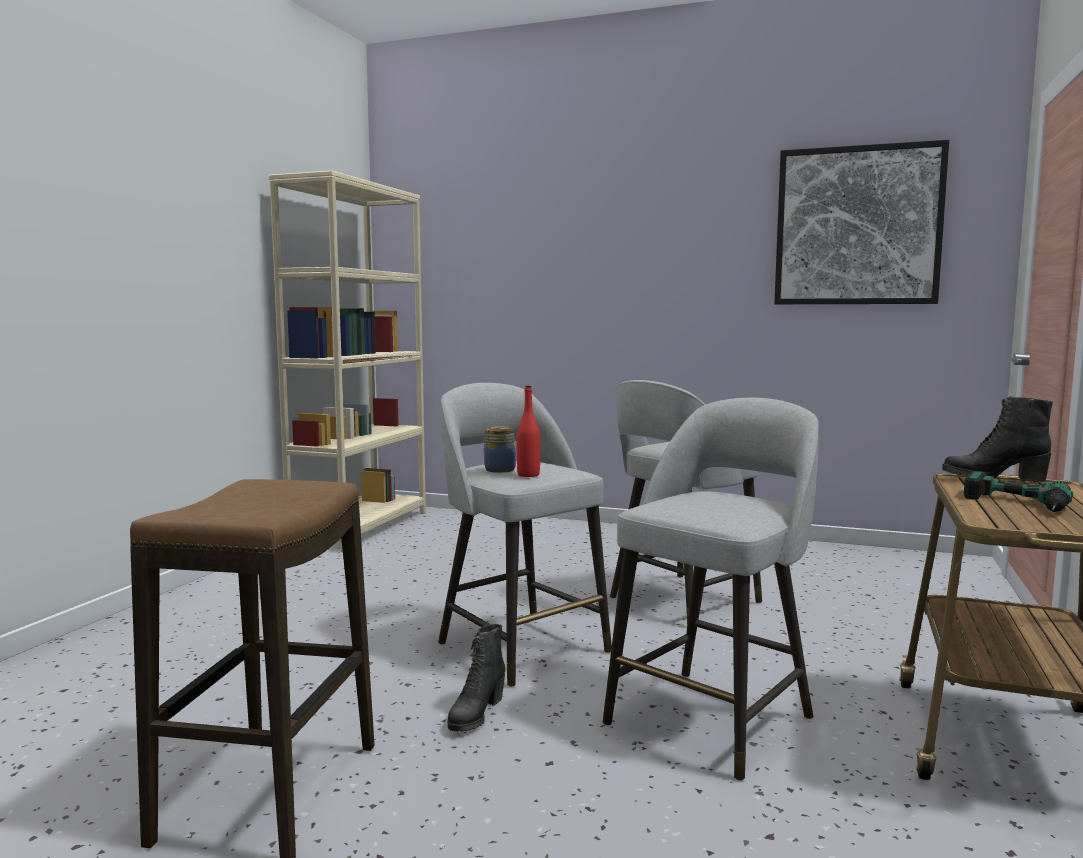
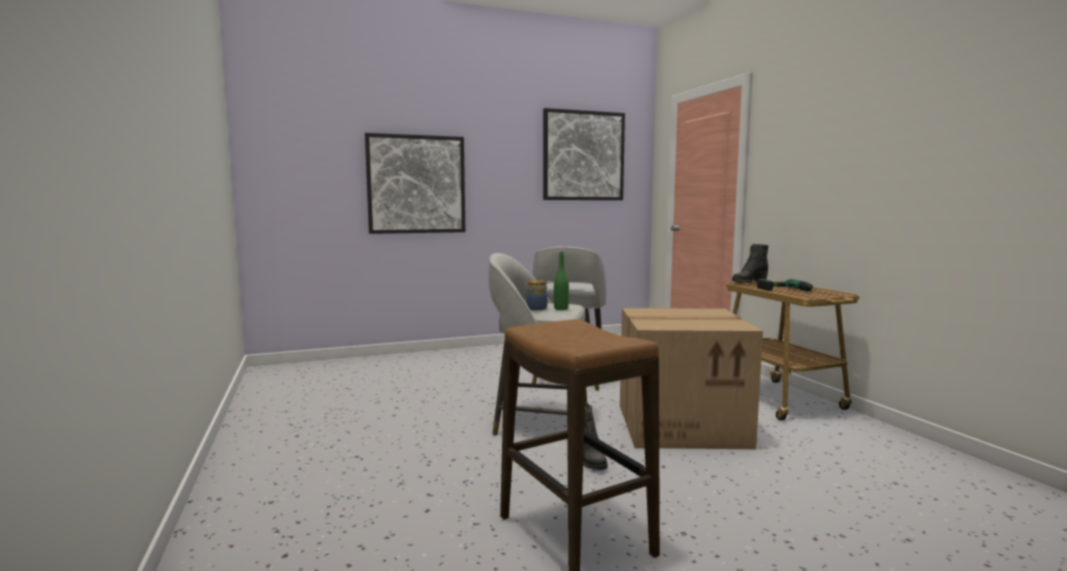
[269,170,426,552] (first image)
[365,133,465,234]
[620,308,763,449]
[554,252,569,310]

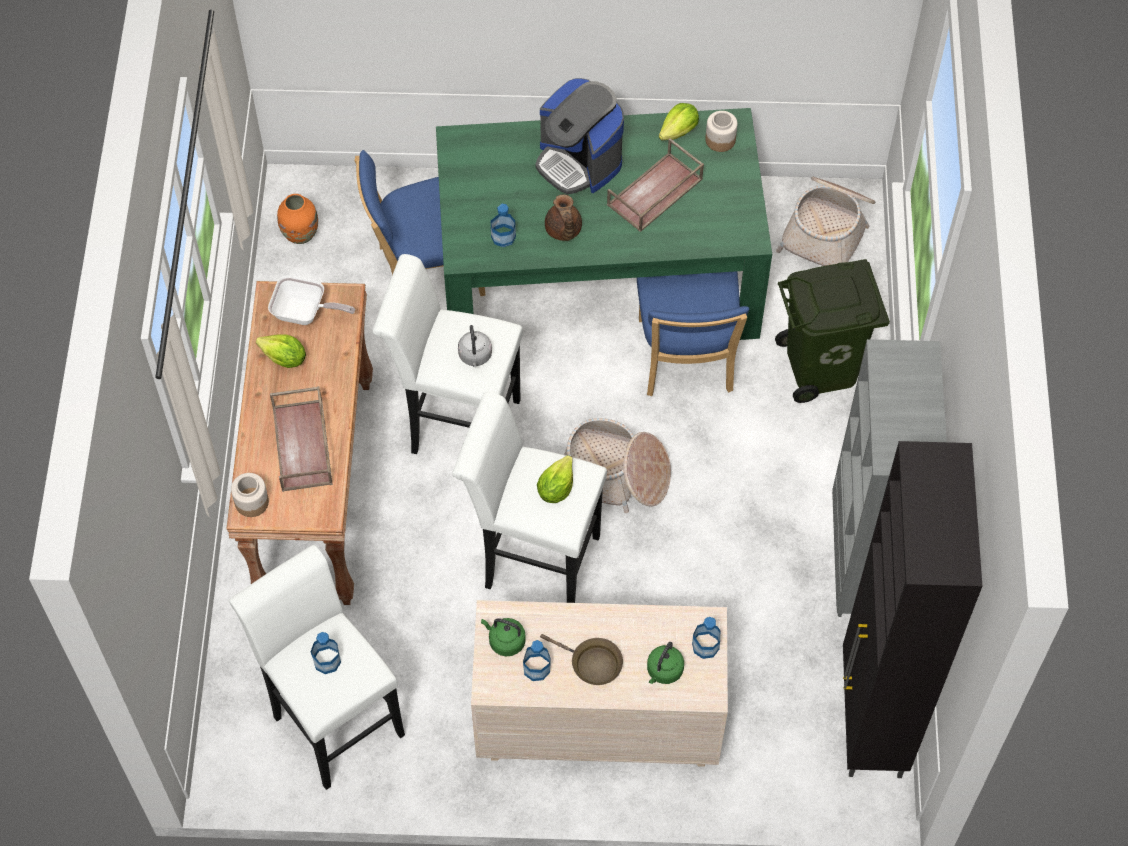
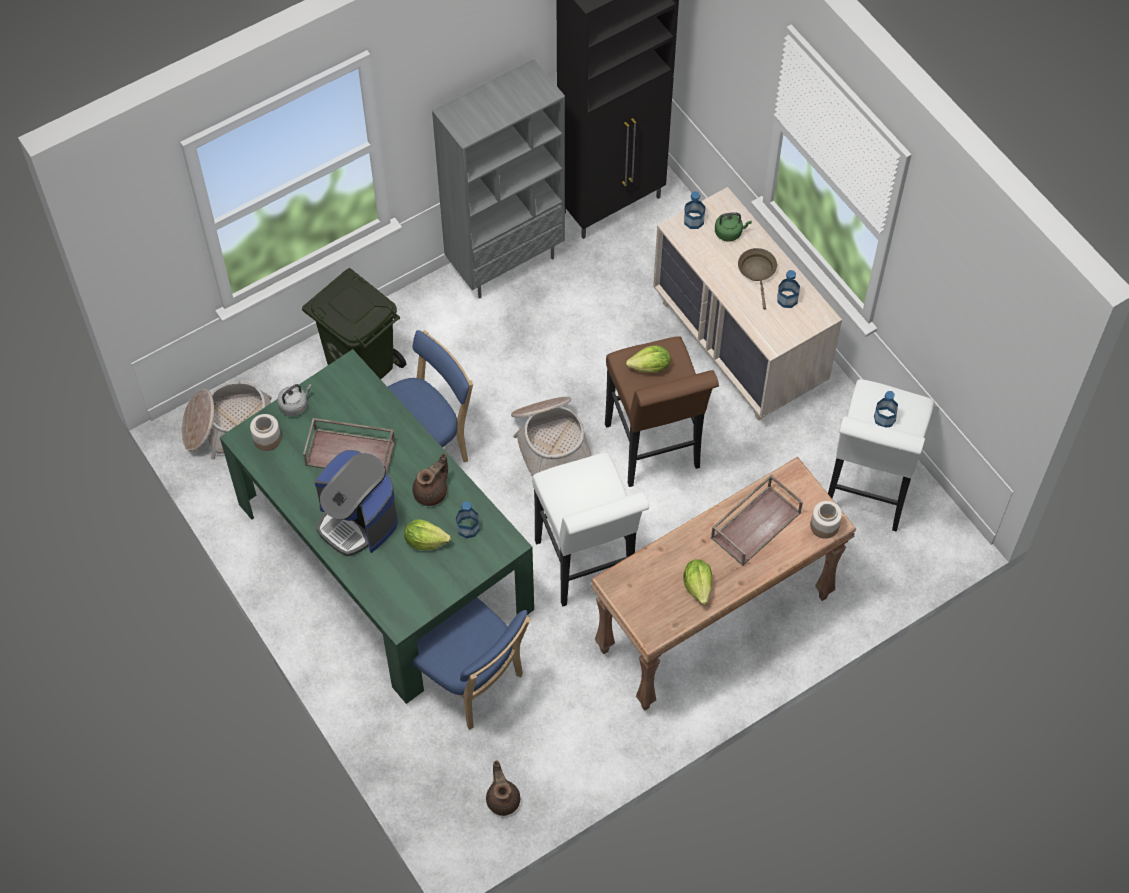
[268,275,355,325] (first image)
[481,618,526,656] (first image)
[277,384,312,416]
[404,519,451,550]
[486,761,520,816]
[605,336,719,487]
[315,450,398,556]

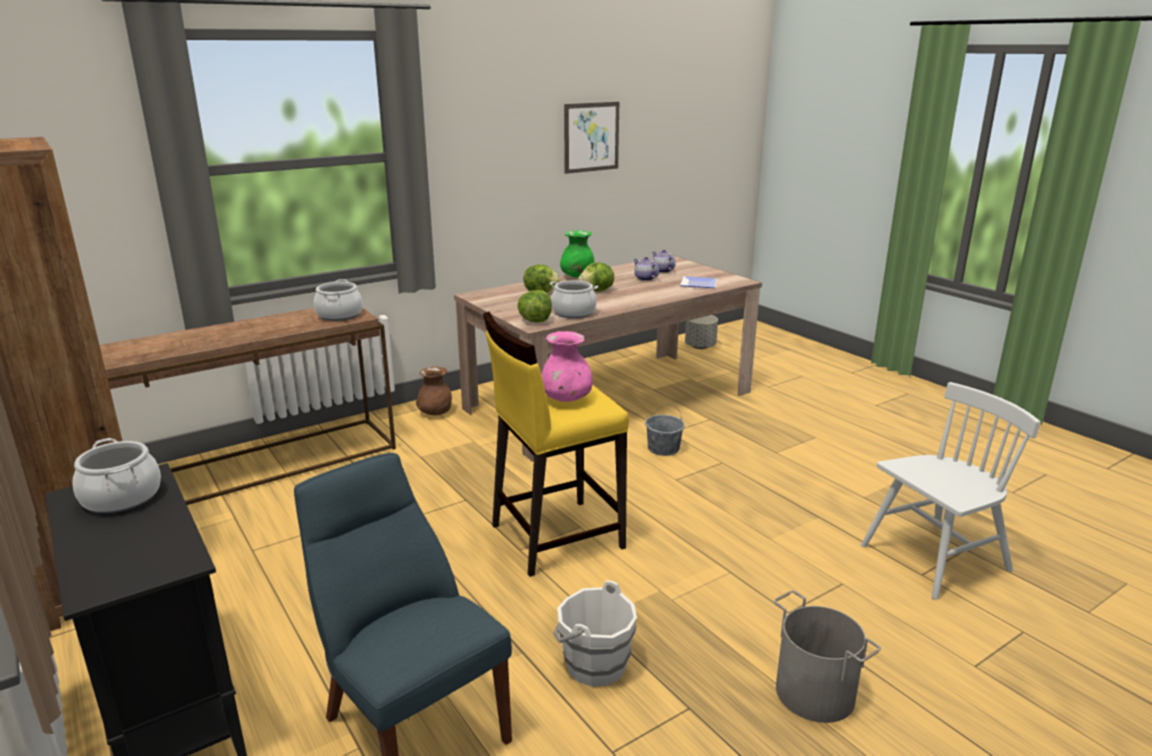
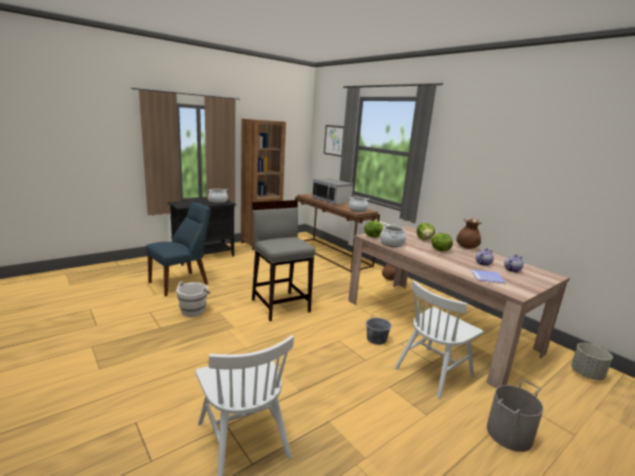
[541,331,593,402] (first image)
[312,178,353,205]
[394,280,483,398]
[324,125,344,157]
[487,380,544,452]
[252,200,315,321]
[456,218,482,249]

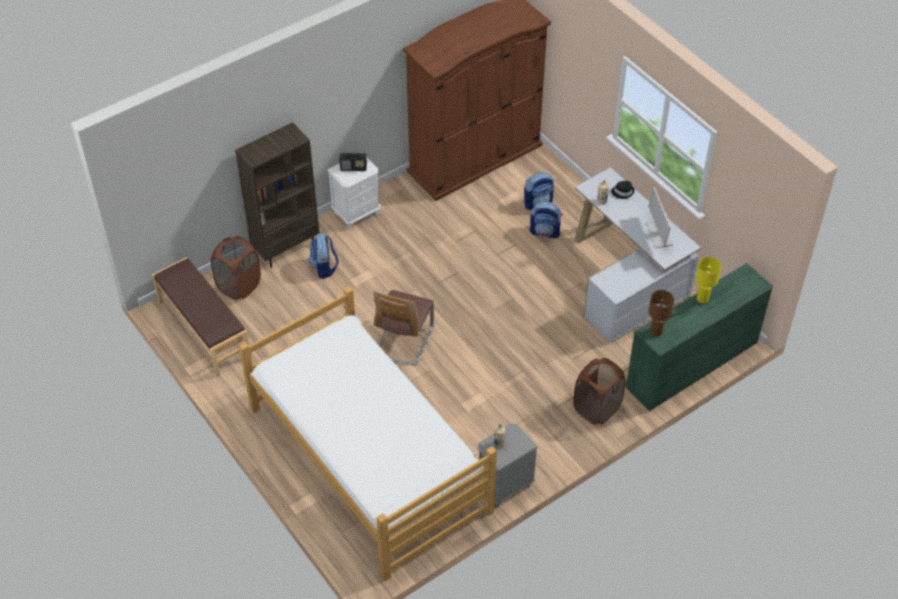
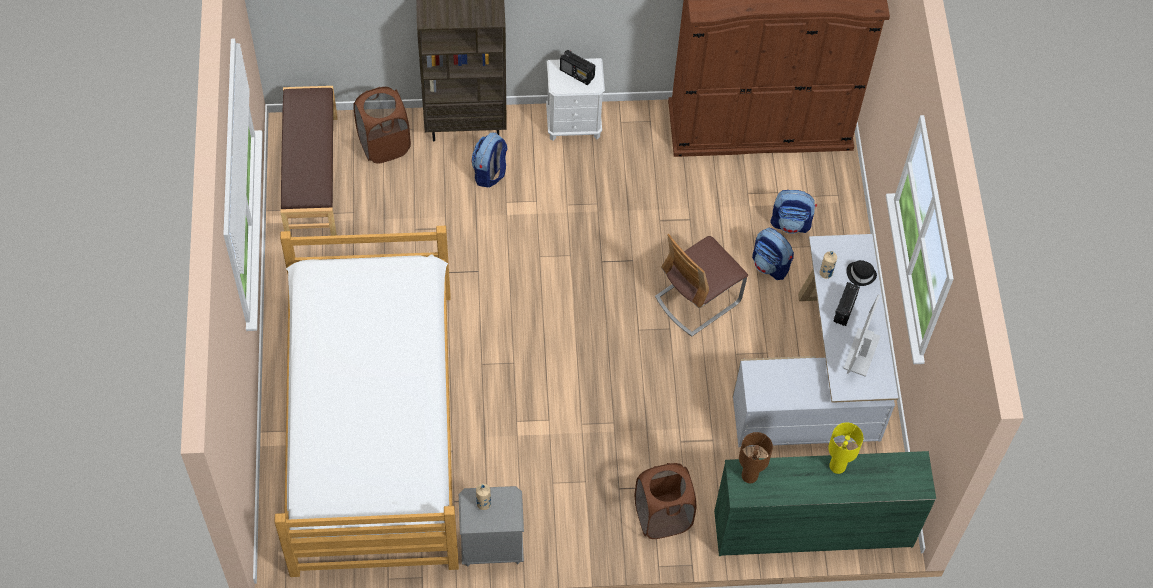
[833,282,860,326]
[655,234,748,336]

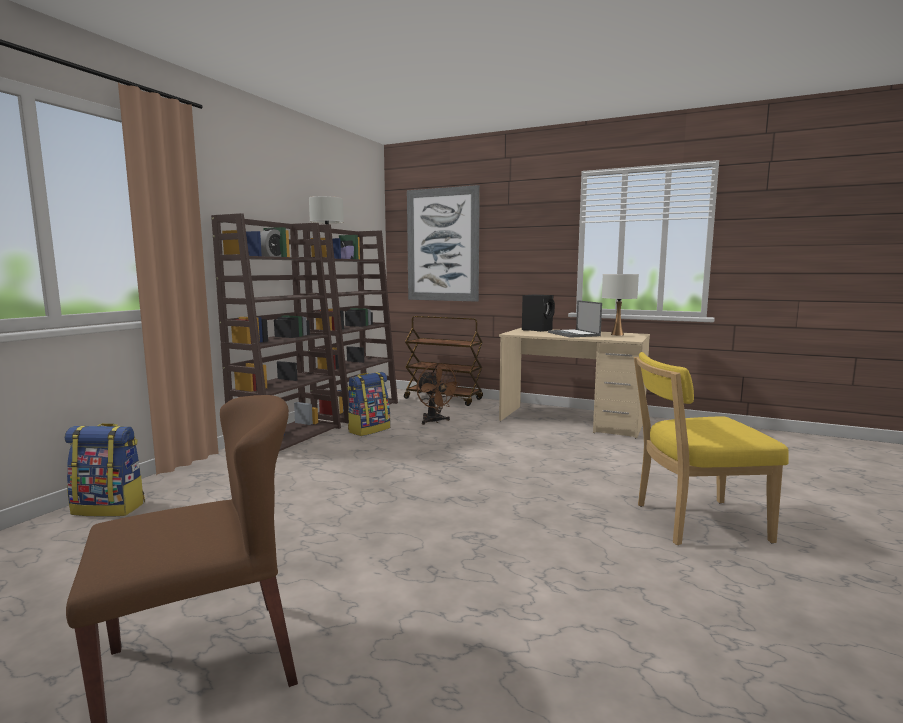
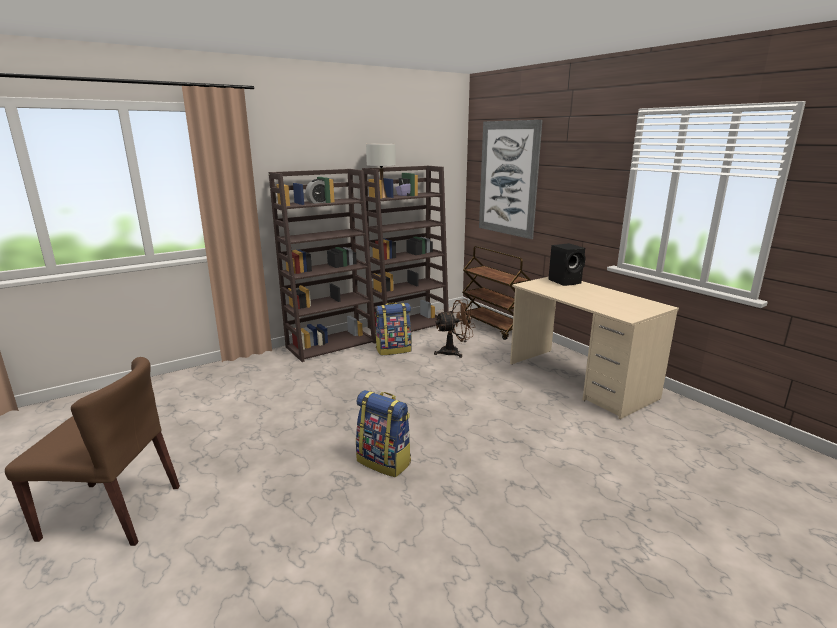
[548,300,602,338] (first image)
[602,274,639,336] (first image)
[634,352,789,545] (first image)
[356,390,411,477]
[434,299,475,358]

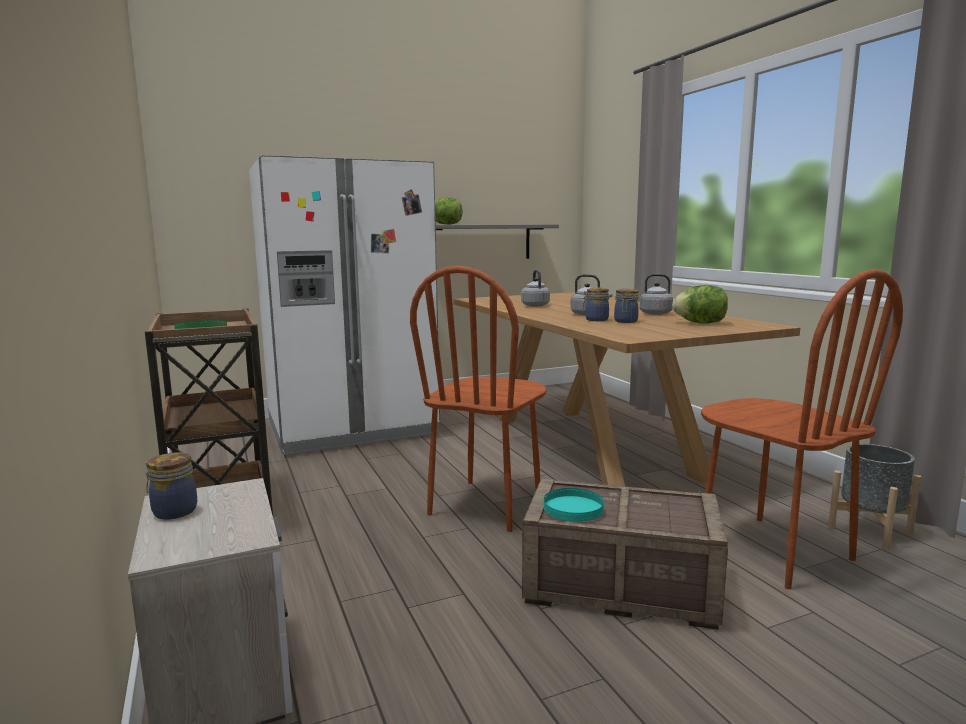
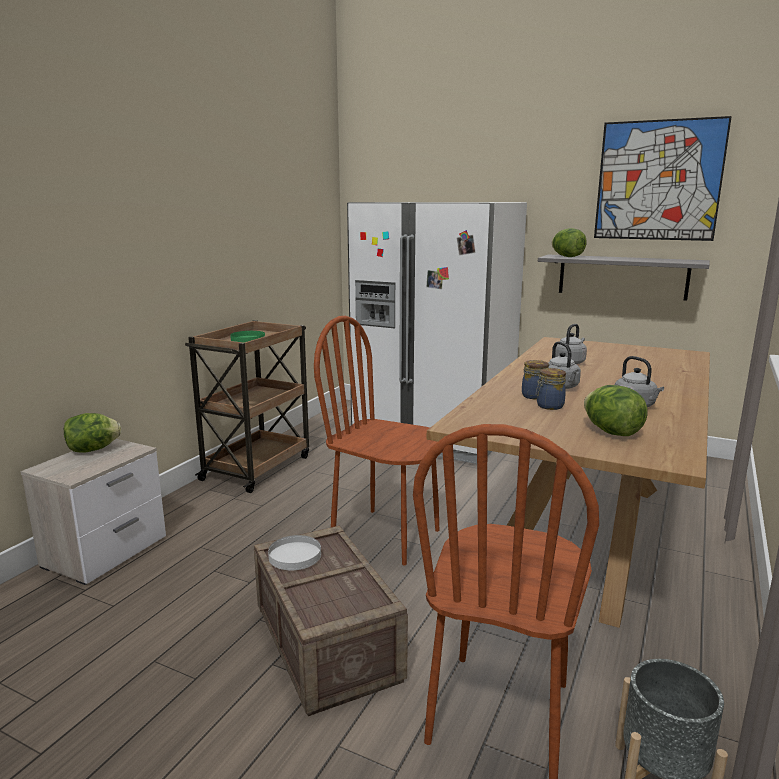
[594,116,732,241]
[64,413,121,453]
[268,535,321,570]
[314,316,439,566]

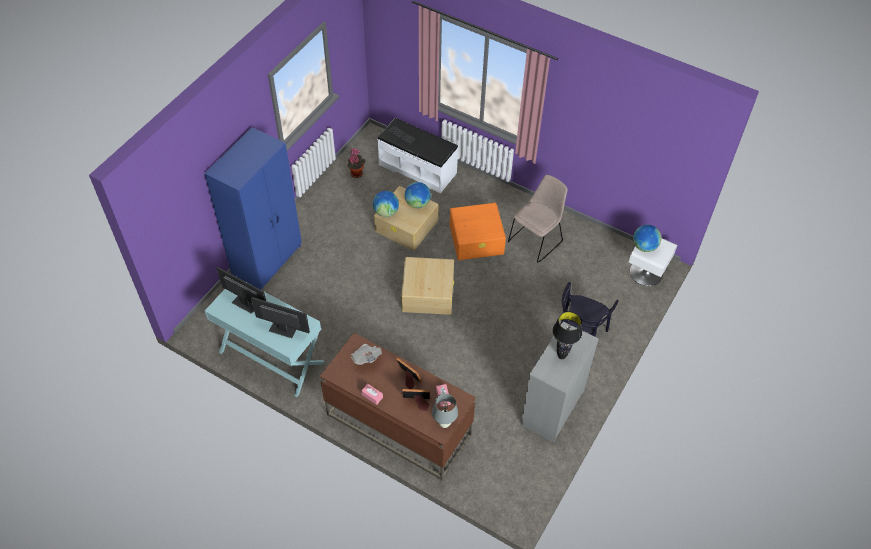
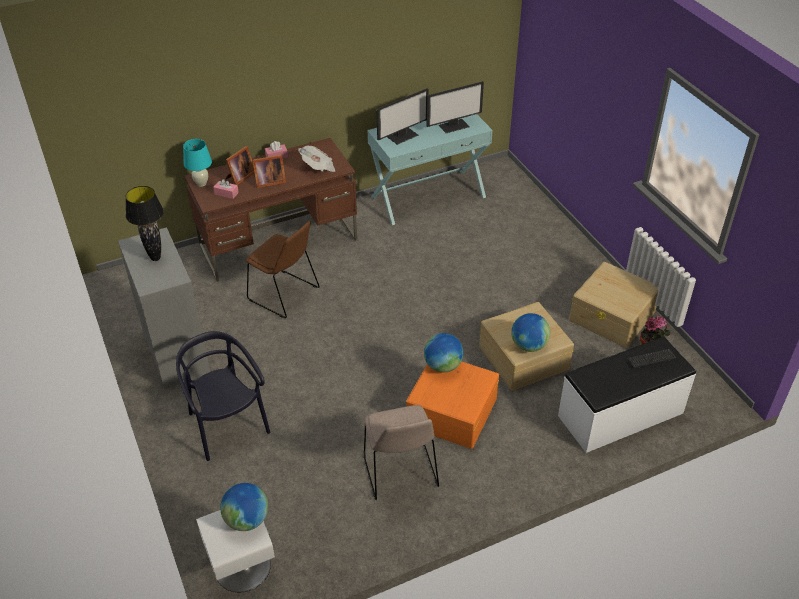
[204,127,302,290] (first image)
[246,221,320,318]
[424,333,463,373]
[569,262,658,348]
[183,139,212,187]

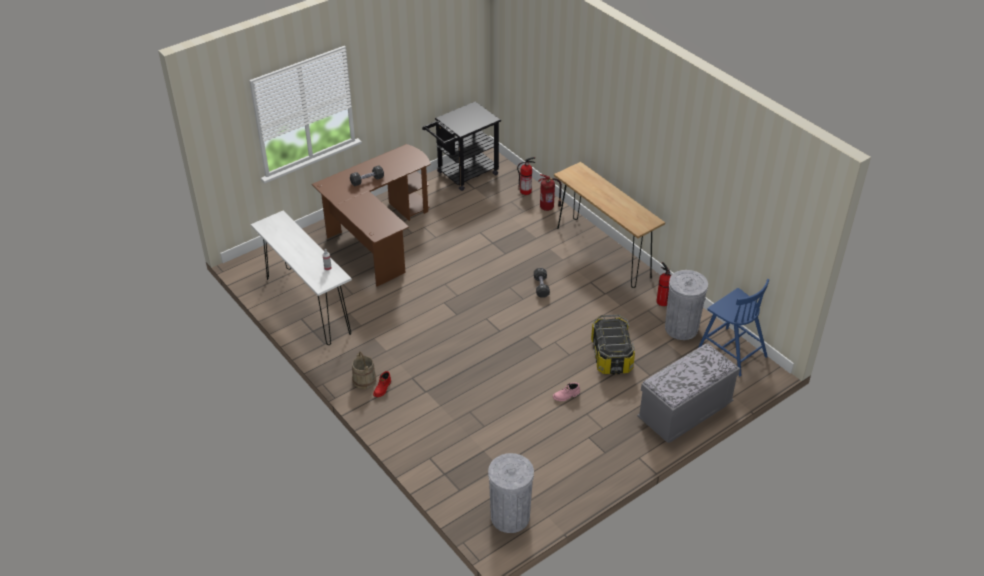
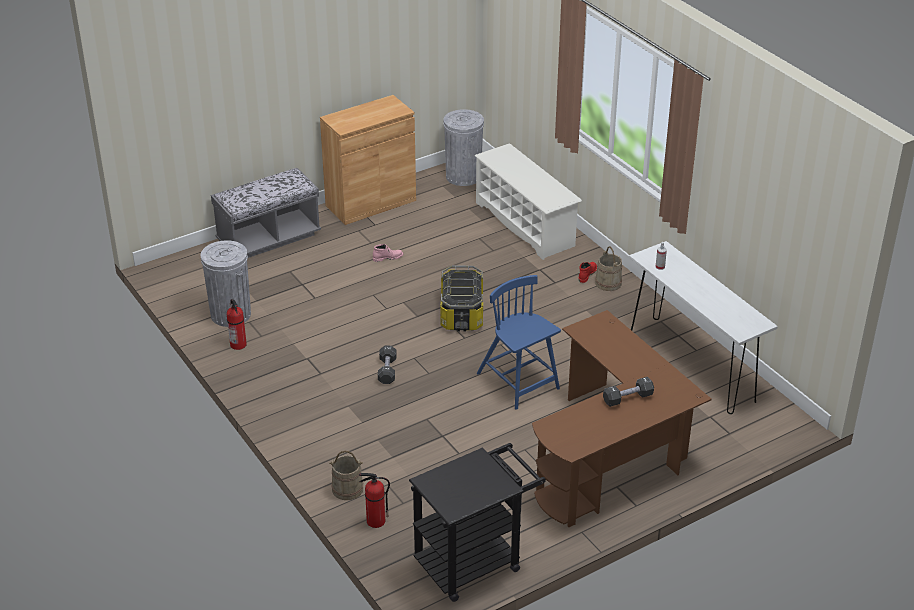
[554,162,665,288] (first image)
[320,95,416,225]
[475,143,582,260]
[440,266,483,331]
[477,275,561,410]
[329,451,363,500]

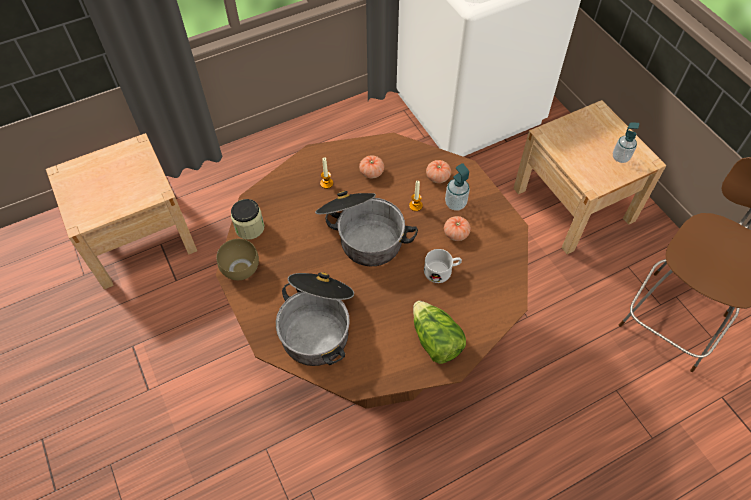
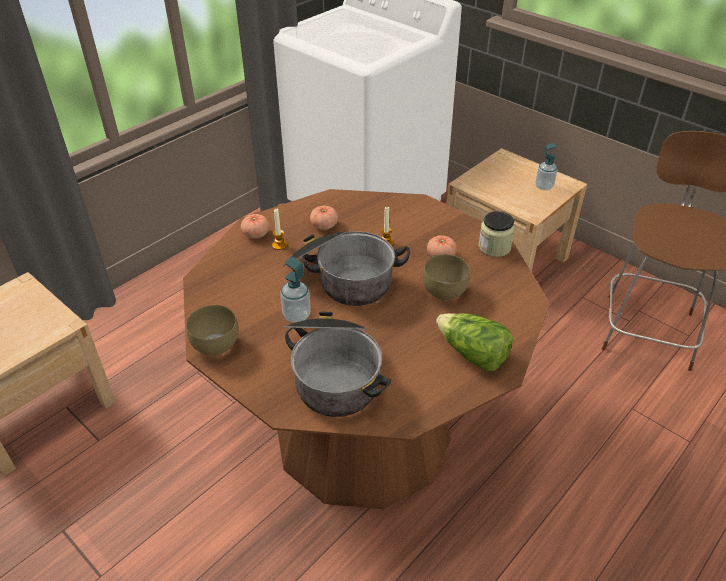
[478,211,515,257]
[241,214,270,239]
[280,257,311,323]
[423,254,470,300]

